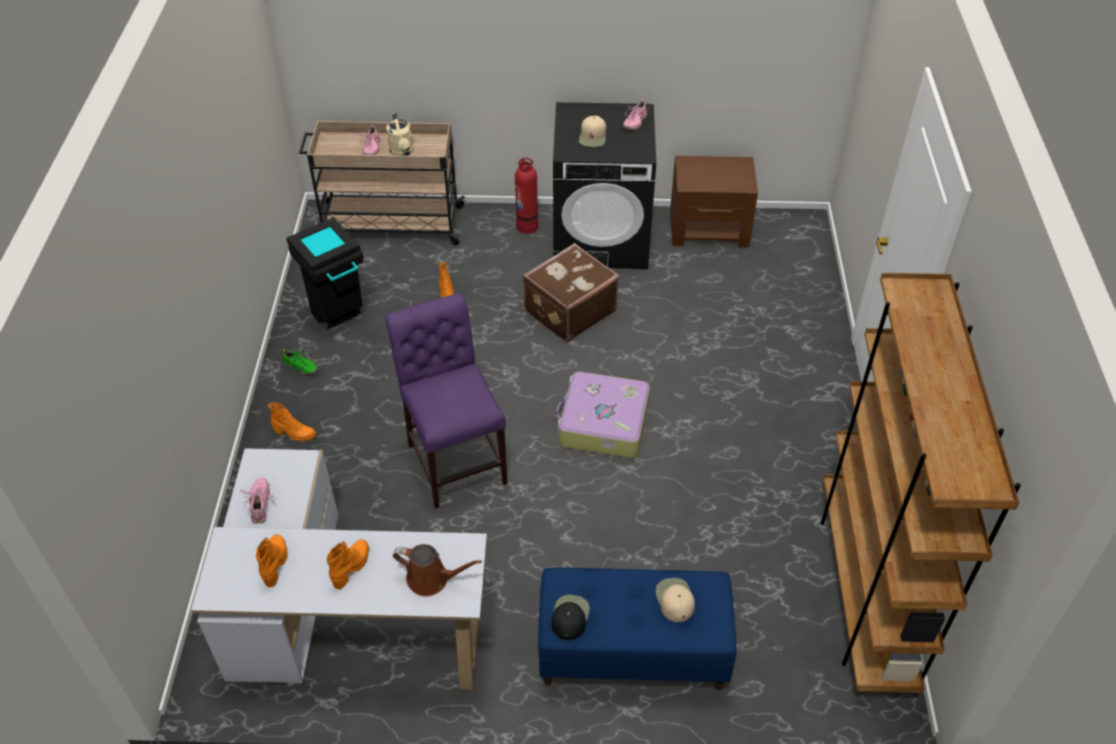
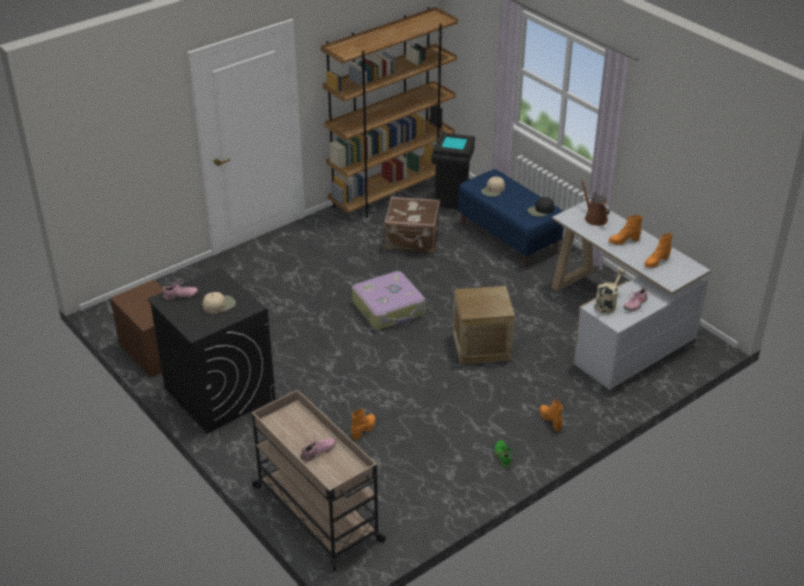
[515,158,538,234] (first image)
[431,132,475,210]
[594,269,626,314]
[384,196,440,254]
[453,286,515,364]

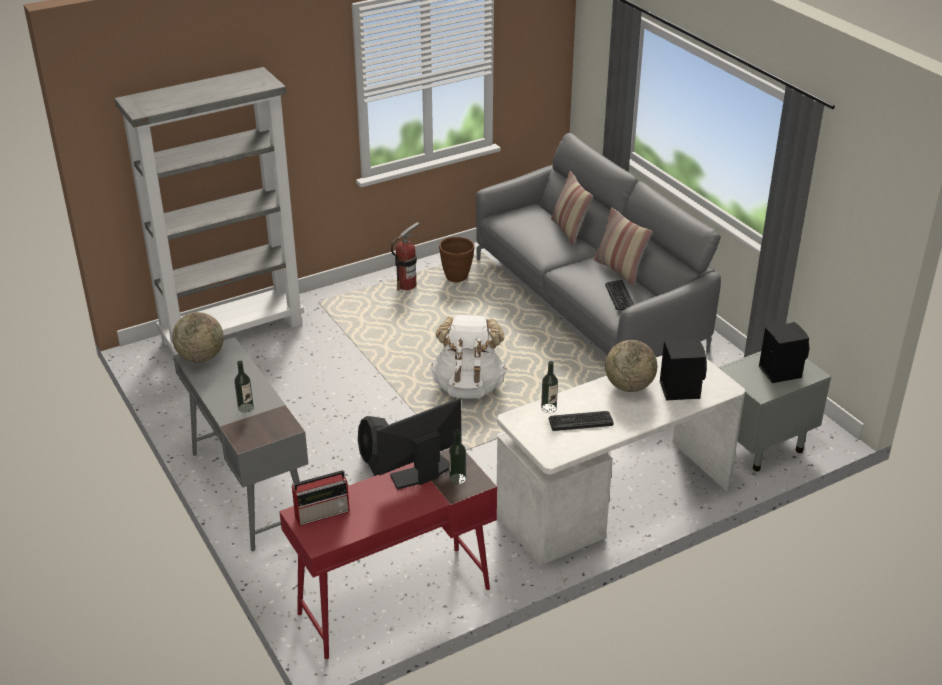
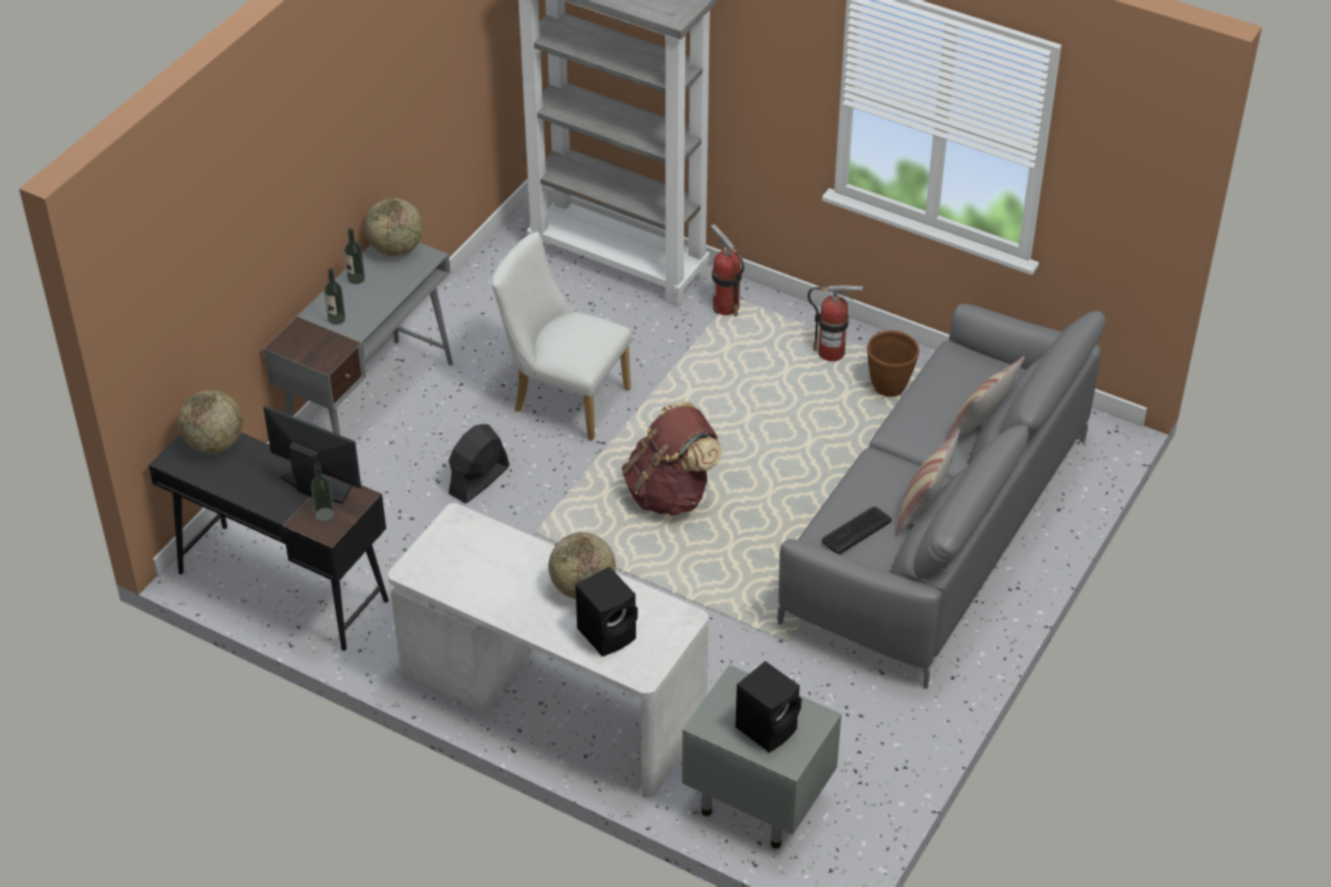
[549,411,614,431] (first image)
[492,232,632,441]
[711,224,744,317]
[344,228,365,284]
[178,390,243,454]
[149,432,389,651]
[621,402,723,516]

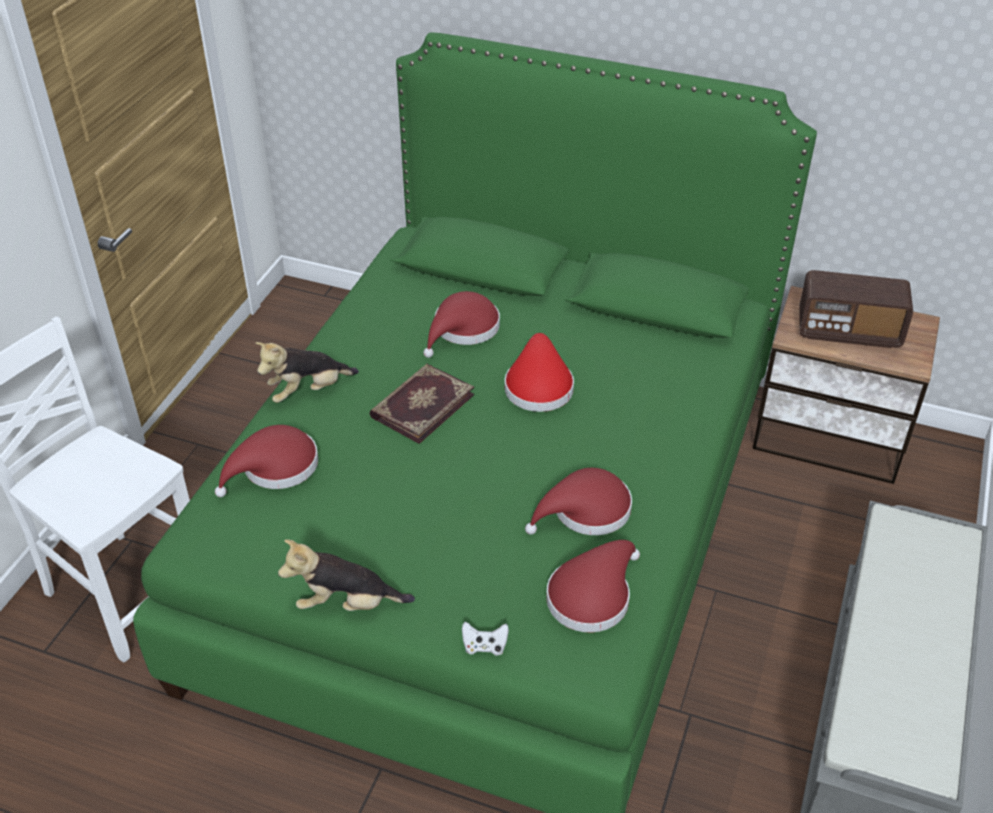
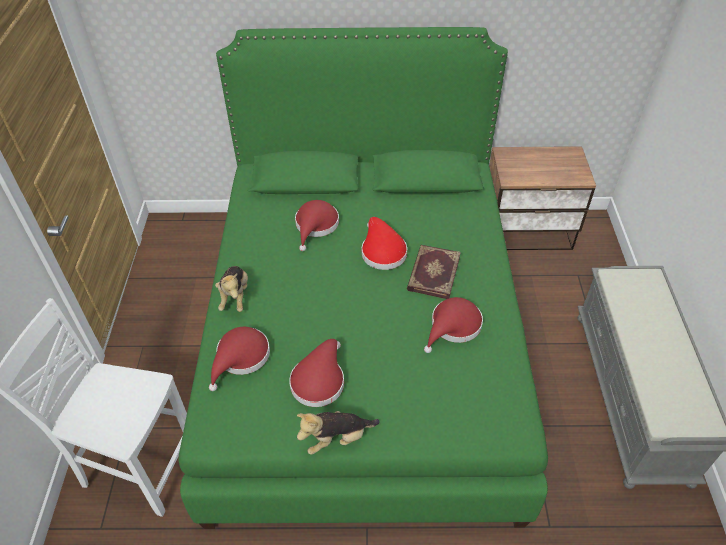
[462,622,509,656] (first image)
[800,270,913,348] (first image)
[407,245,461,299]
[289,339,344,407]
[215,266,248,312]

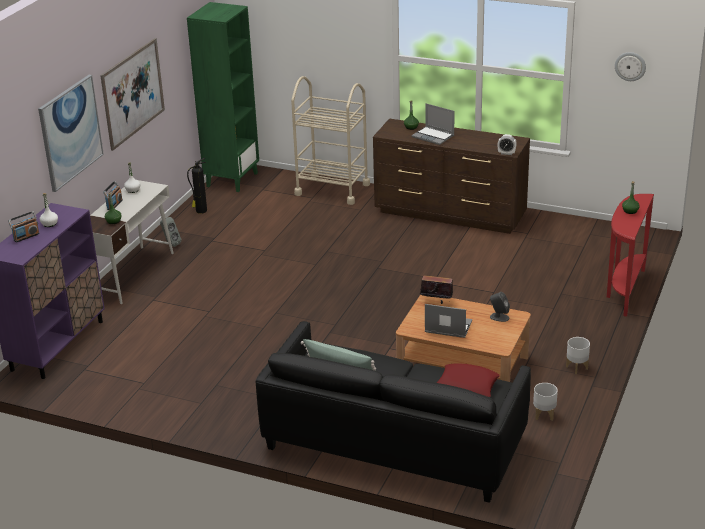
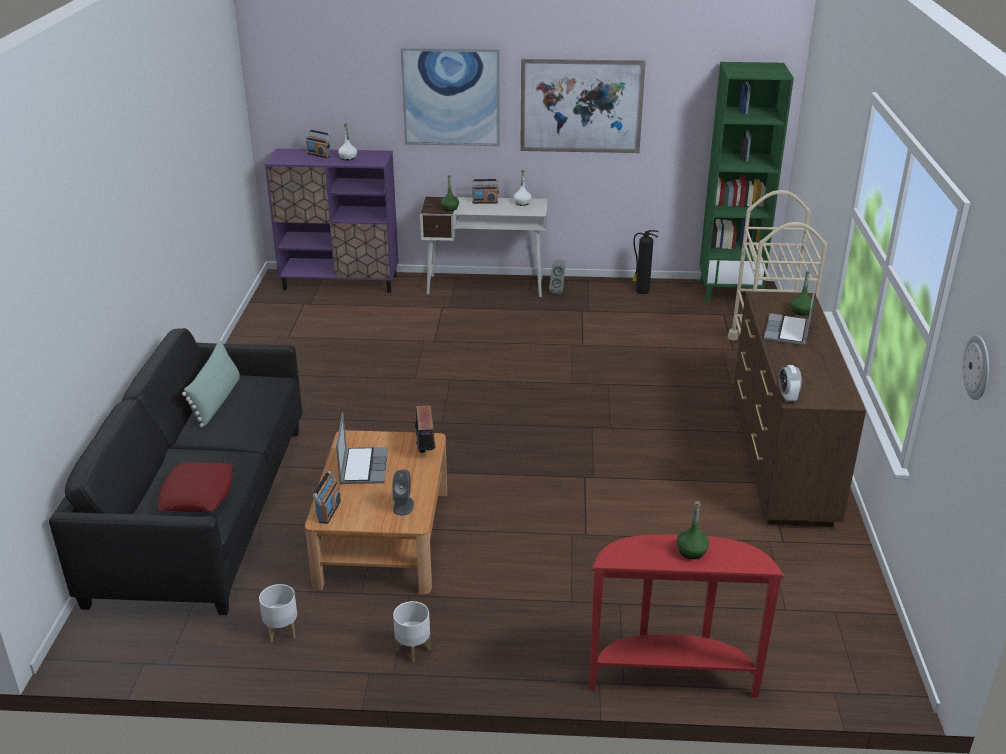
[312,471,341,524]

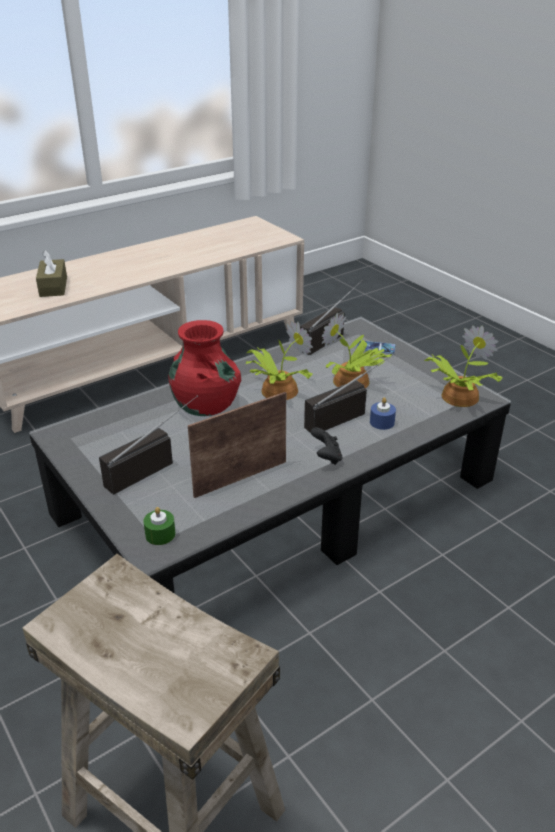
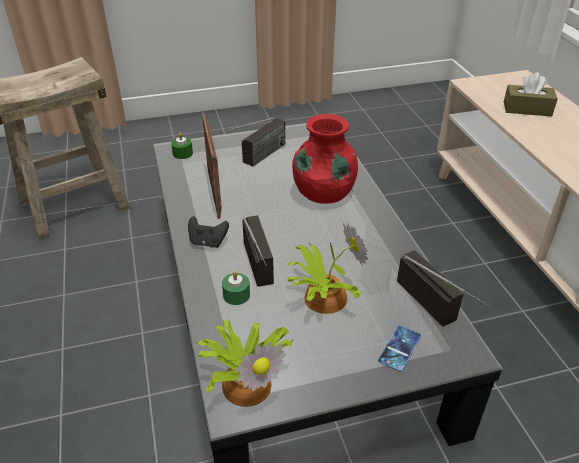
[246,321,313,400] (first image)
[222,271,250,305]
[221,117,286,166]

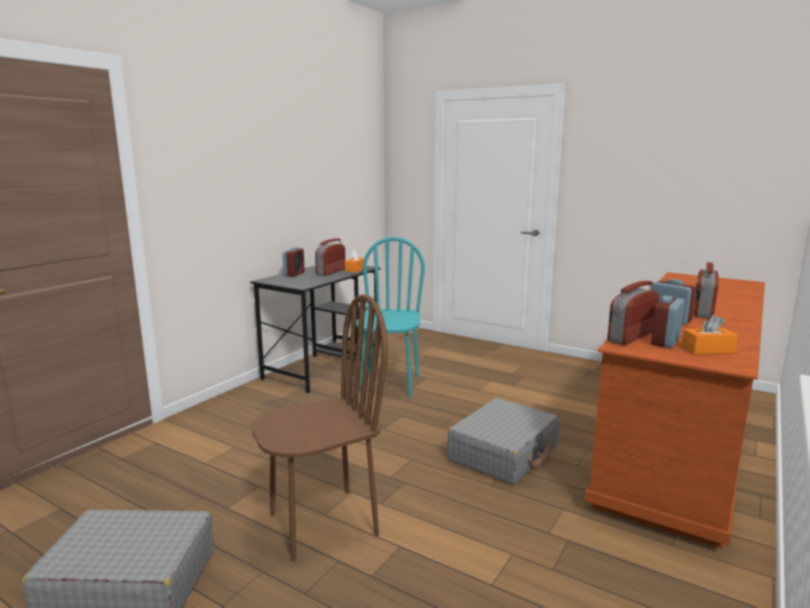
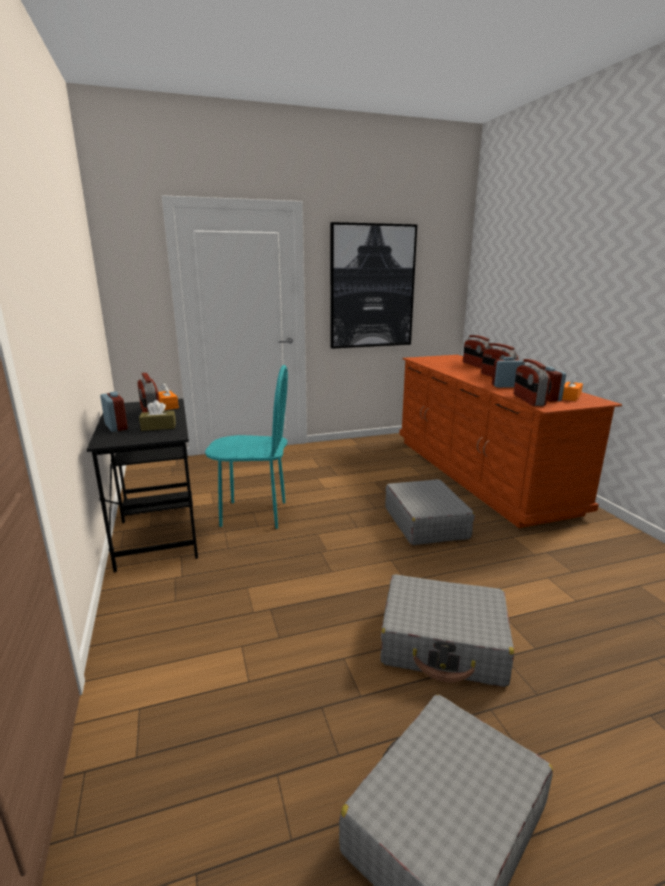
[139,400,176,431]
[330,222,417,349]
[463,335,493,368]
[381,574,514,687]
[205,365,288,529]

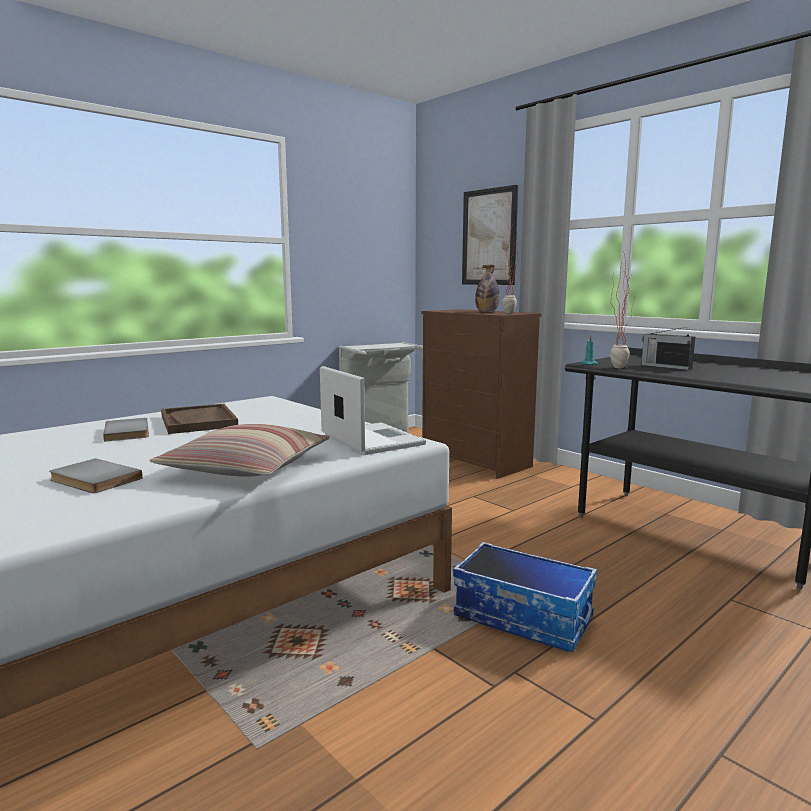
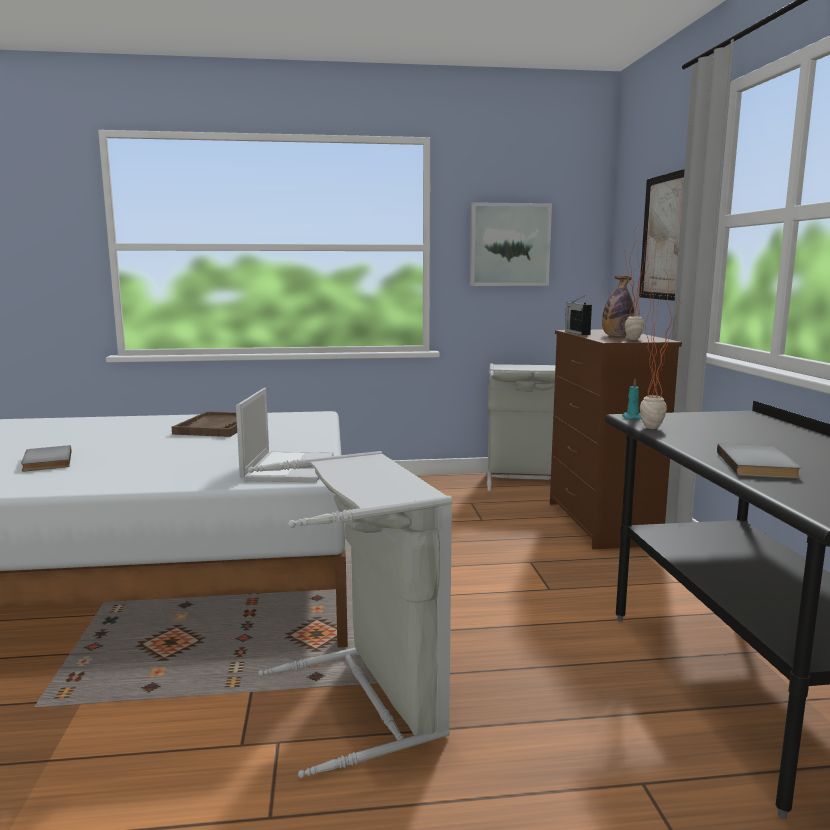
[149,424,330,477] (first image)
[470,202,552,286]
[717,443,801,479]
[565,296,592,335]
[248,451,452,778]

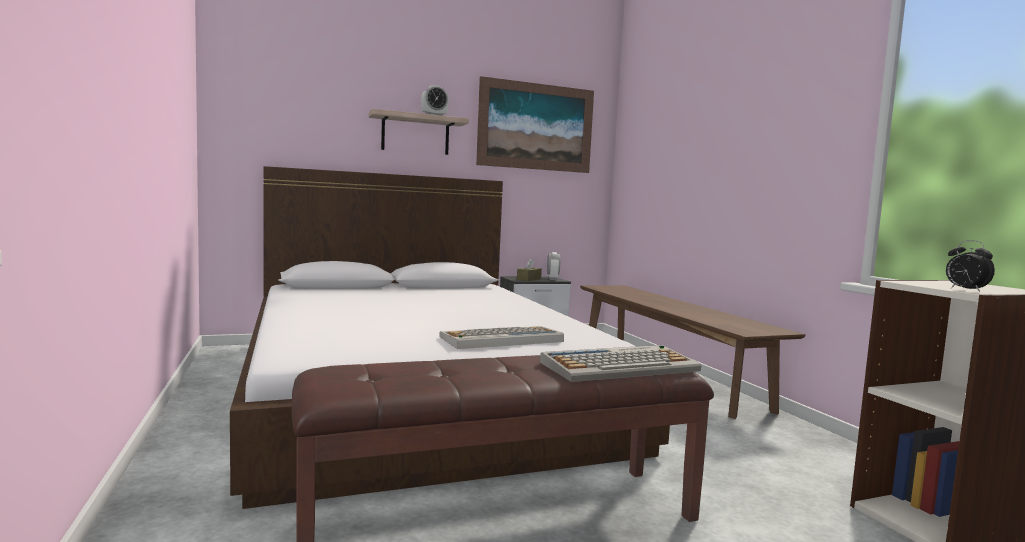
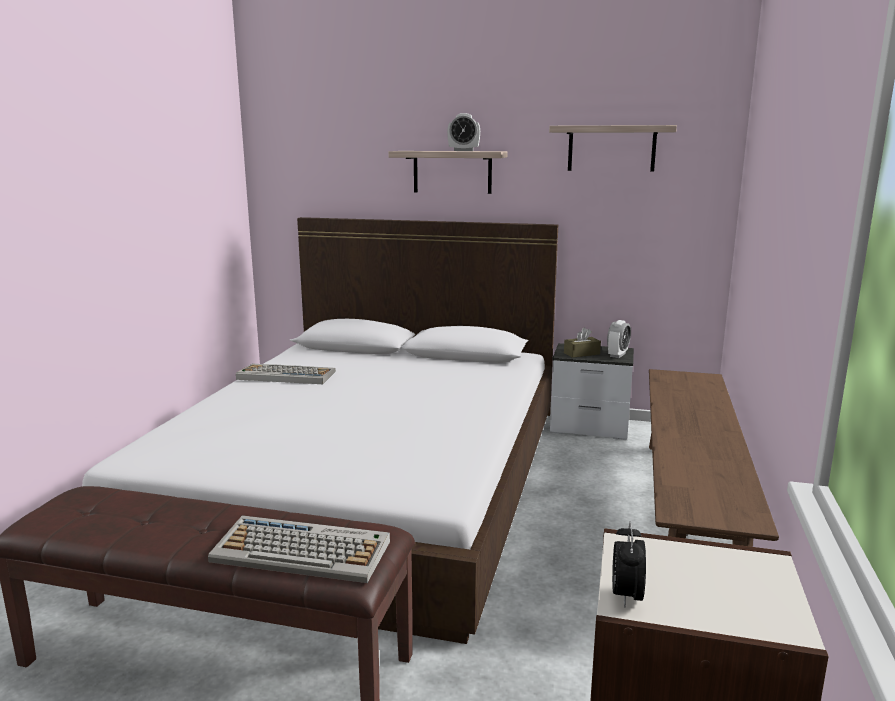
[236,364,336,384]
[549,125,677,172]

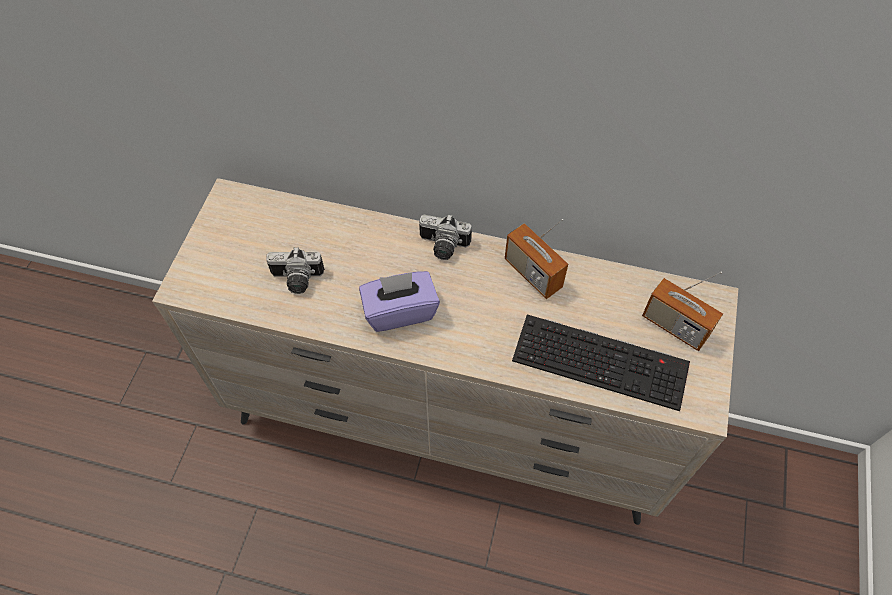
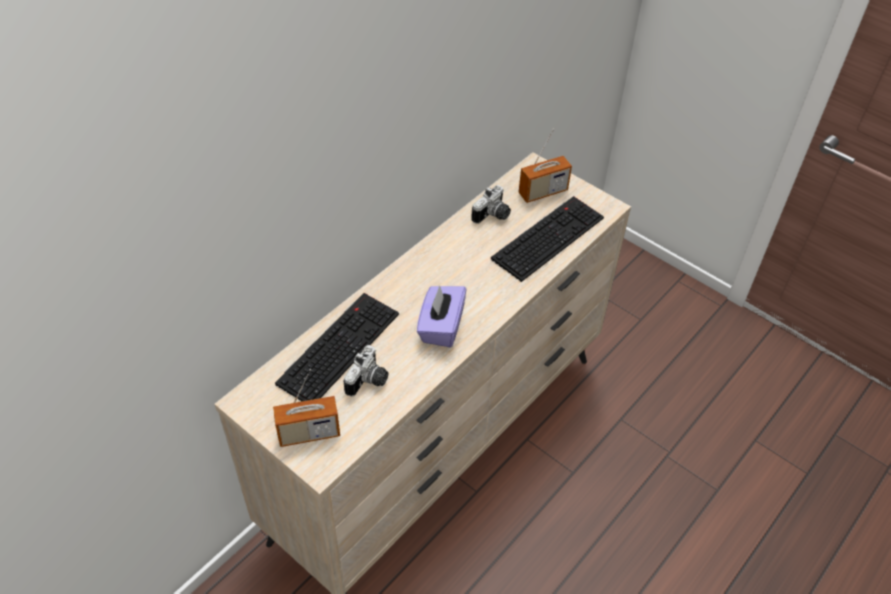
[275,293,399,401]
[471,185,511,224]
[273,369,340,447]

